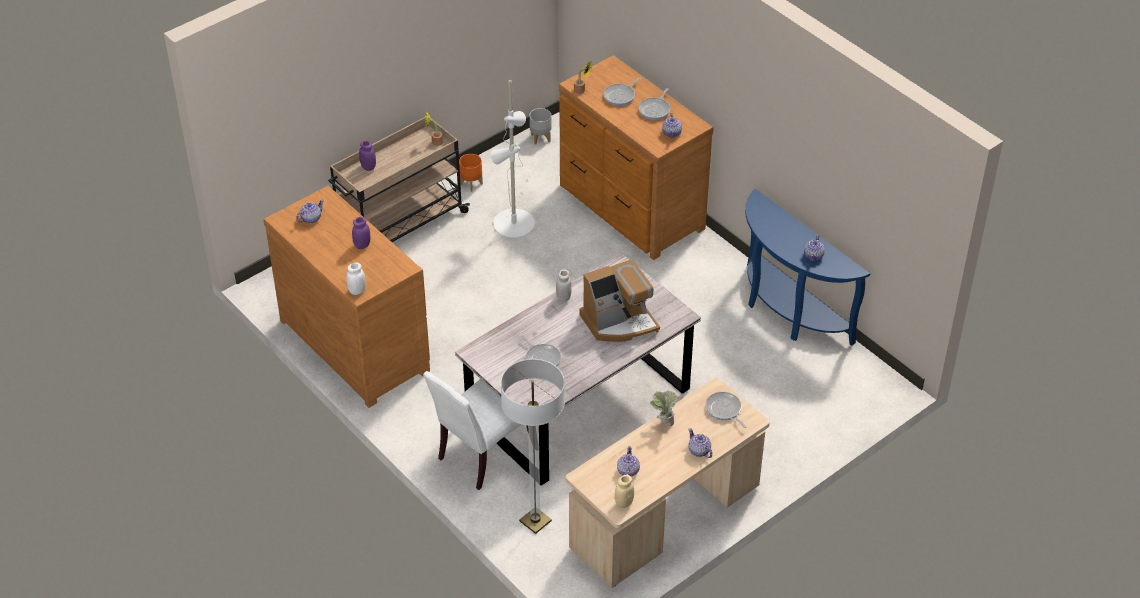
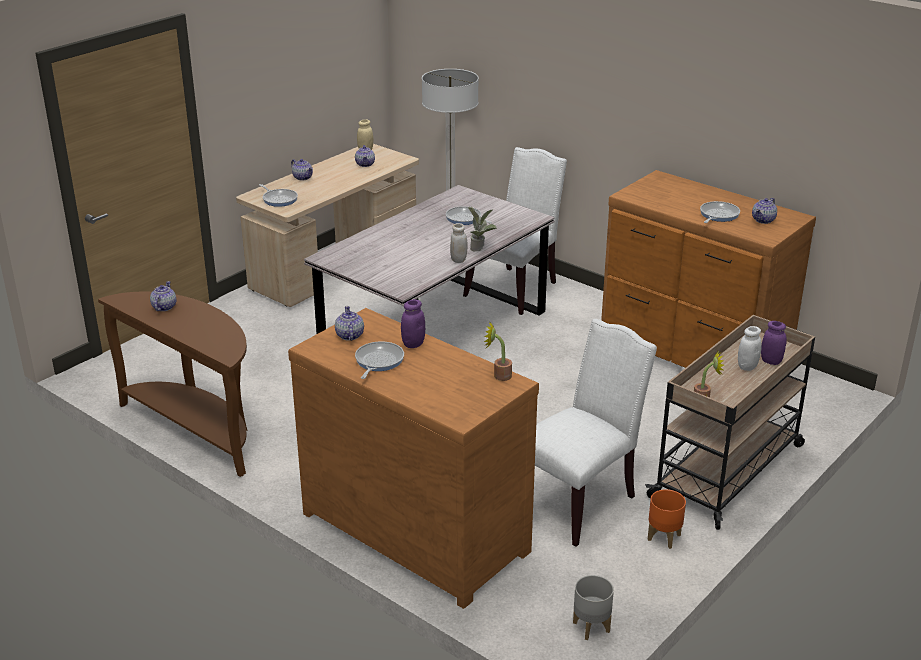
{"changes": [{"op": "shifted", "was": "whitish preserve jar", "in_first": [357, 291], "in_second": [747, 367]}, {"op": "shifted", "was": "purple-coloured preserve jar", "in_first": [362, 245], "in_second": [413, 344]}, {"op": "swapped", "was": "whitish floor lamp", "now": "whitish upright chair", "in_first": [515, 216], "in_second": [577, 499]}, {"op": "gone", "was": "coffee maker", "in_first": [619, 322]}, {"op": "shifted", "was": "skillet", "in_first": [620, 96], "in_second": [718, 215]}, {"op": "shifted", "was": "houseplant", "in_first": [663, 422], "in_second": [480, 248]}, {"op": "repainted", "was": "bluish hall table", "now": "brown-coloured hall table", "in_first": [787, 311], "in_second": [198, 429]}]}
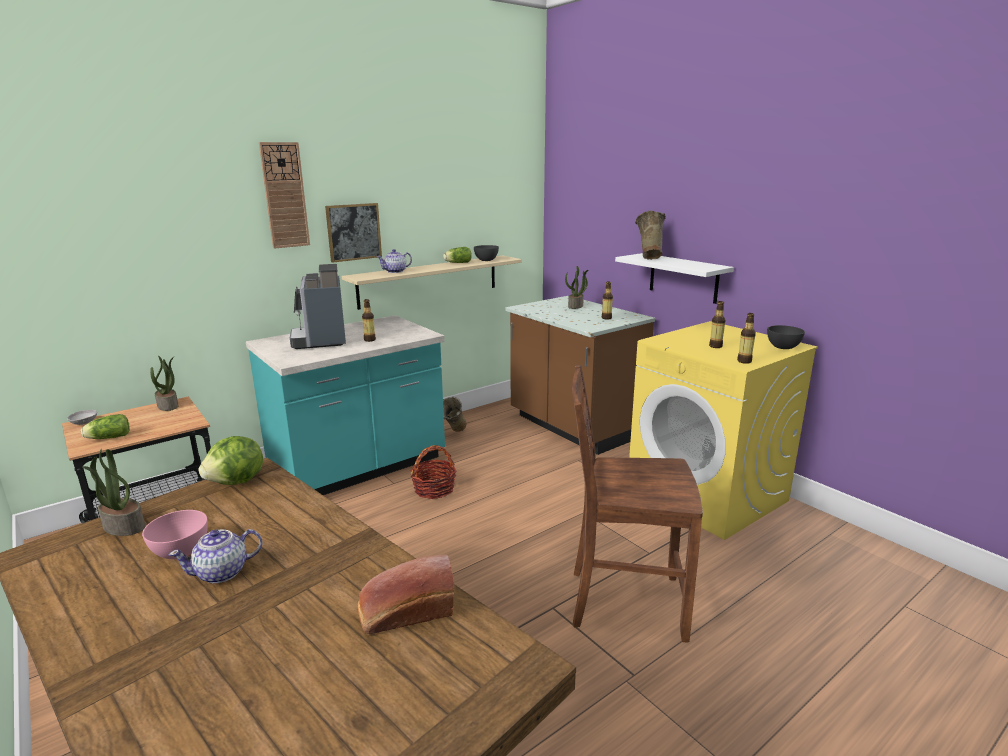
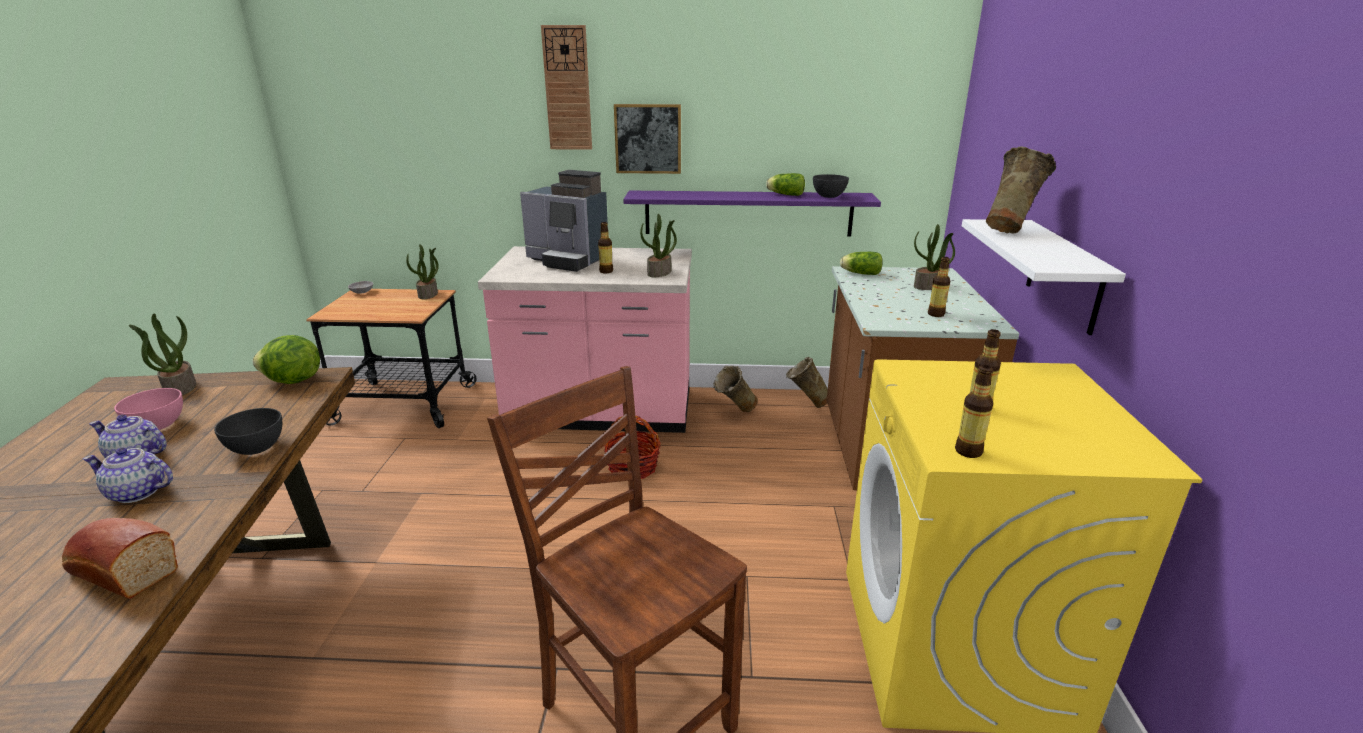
{"changes": [{"op": "shifted", "was": "head of lettuce", "in_first": [107, 438], "in_second": [859, 273]}, {"op": "repainted", "was": "turquoise-coloured kitchen base unit", "now": "pink-coloured kitchen base unit", "in_first": [359, 467], "in_second": [601, 413]}, {"op": "rotated", "was": "coffee maker", "in_first": [322, 340], "in_second": [568, 260], "clockwise": -90}, {"op": "repainted", "was": "sand-coloured wall shelf", "now": "purple-coloured wall shelf", "in_first": [429, 281], "in_second": [748, 213]}, {"op": "shifted", "was": "pot for tea", "in_first": [395, 271], "in_second": [138, 493]}, {"op": "shifted", "was": "grey deep dish", "in_first": [782, 347], "in_second": [256, 448]}, {"op": "new", "now": "houseplant", "in_second": [659, 273]}, {"op": "new", "now": "sand-coloured vase", "in_second": [806, 405]}]}
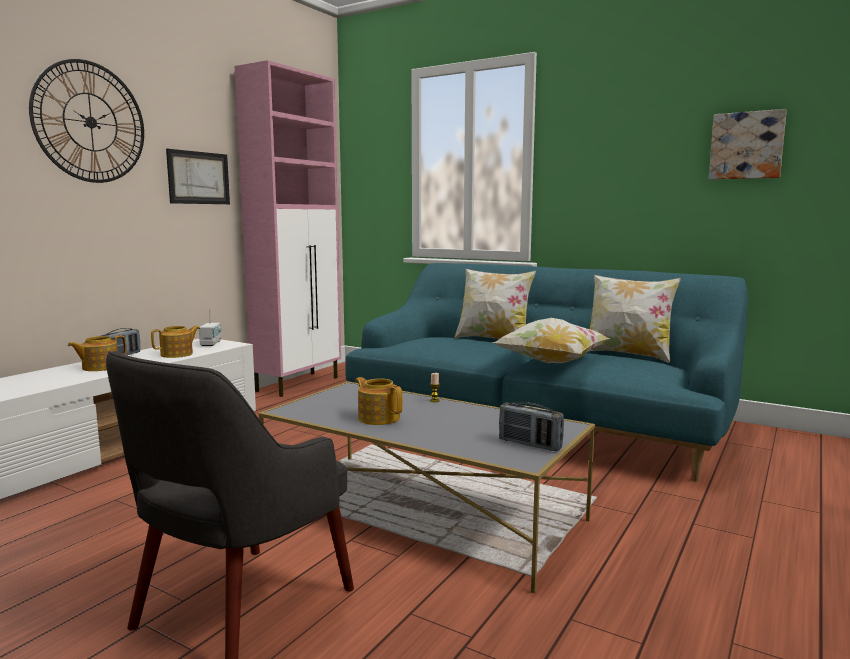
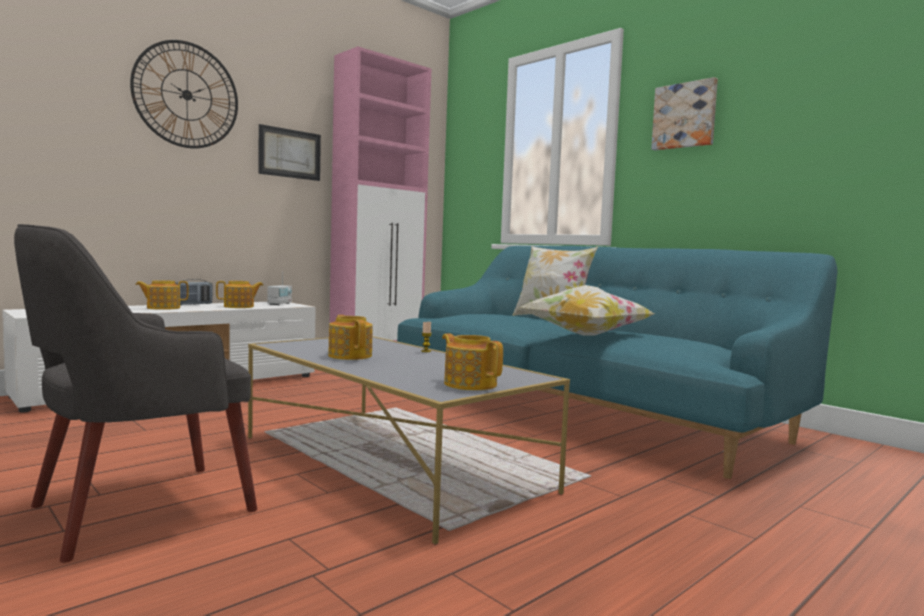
{"changes": [{"op": "swapped", "was": "radio receiver", "now": "pot for tea", "in_first": [529, 444], "in_second": [470, 384]}, {"op": "gone", "was": "cushion", "in_first": [628, 354]}, {"op": "shifted", "was": "wall art", "in_first": [746, 146], "in_second": [685, 116]}]}
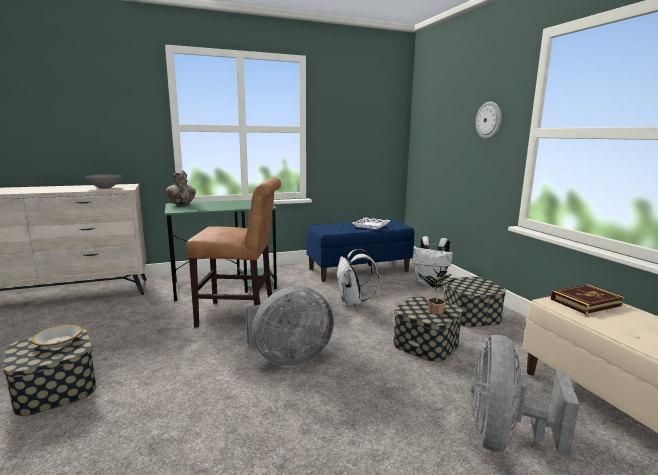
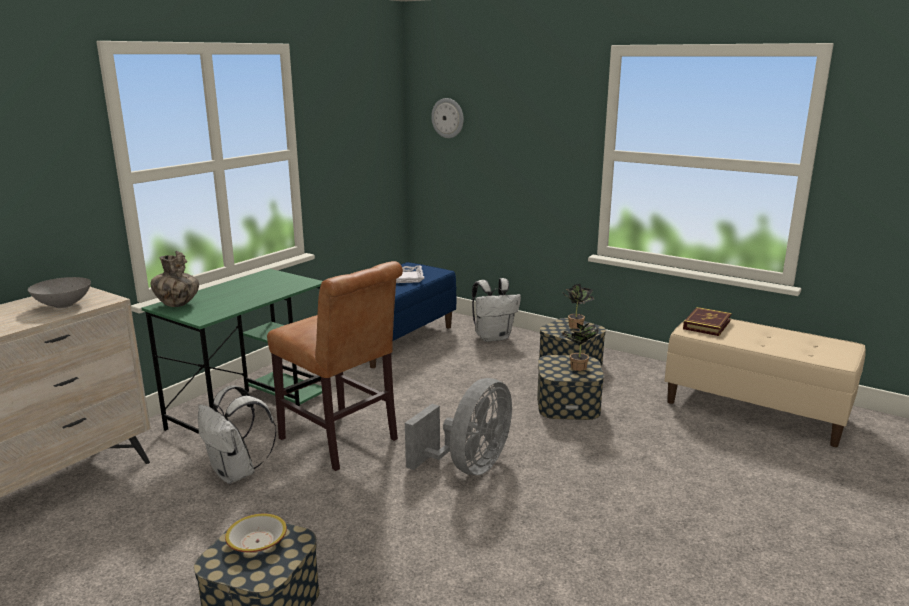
{"changes": [{"op": "rotated", "was": "brown-coloured upright chair", "in_first": [241, 315], "in_second": [342, 441], "clockwise": 75}, {"op": "shifted", "was": "whitish backpack", "in_first": [353, 303], "in_second": [237, 473]}, {"op": "gone", "was": "grey cooling fan", "in_first": [504, 438]}, {"op": "shifted", "was": "wall clock", "in_first": [489, 120], "in_second": [448, 118]}, {"op": "new", "now": "houseplant", "in_second": [576, 325]}]}
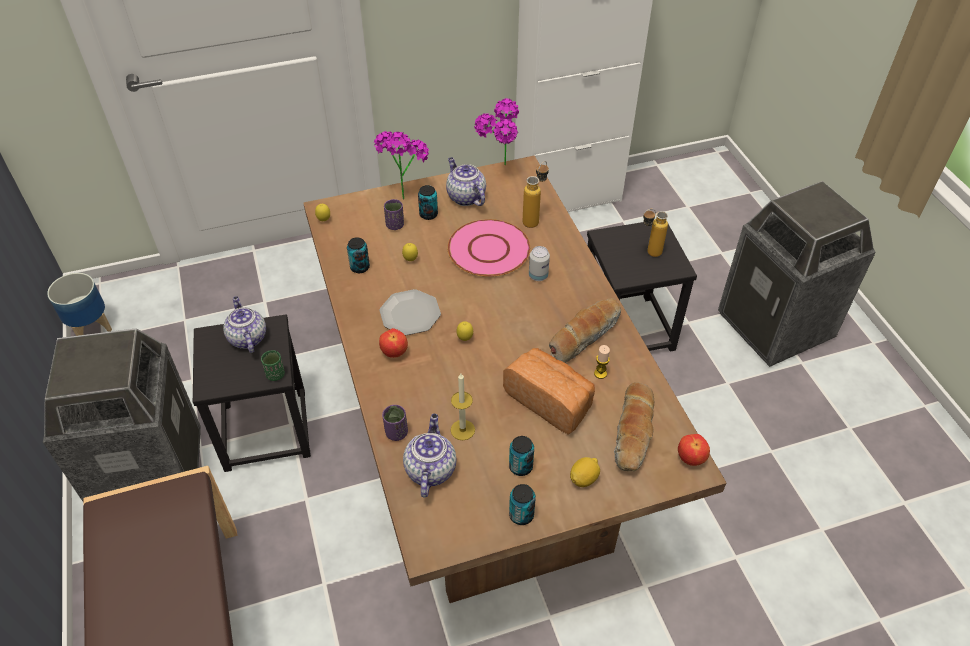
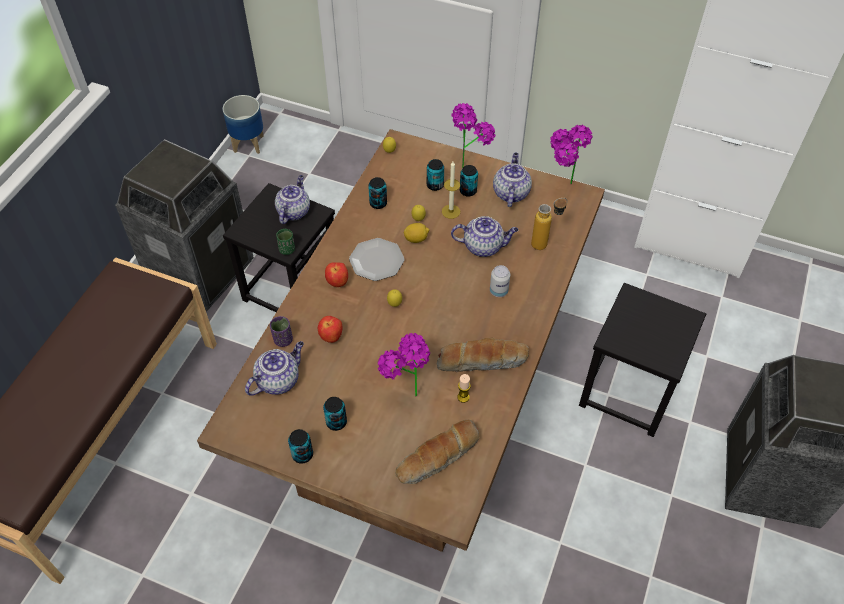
{"changes": [{"op": "swapped", "was": "purple-coloured small cup", "now": "can", "in_first": [395, 225], "in_second": [435, 185]}, {"op": "swapped", "was": "pink-coloured flat dish", "now": "pot for tea", "in_first": [488, 249], "in_second": [484, 246]}, {"op": "shifted", "was": "wax candle", "in_first": [462, 430], "in_second": [451, 211]}, {"op": "swapped", "was": "baked bread", "now": "houseplant", "in_first": [550, 400], "in_second": [406, 391]}, {"op": "shifted", "was": "lemon", "in_first": [584, 478], "in_second": [416, 239]}, {"op": "gone", "was": "bottle", "in_first": [648, 253]}, {"op": "shifted", "was": "apple", "in_first": [690, 459], "in_second": [331, 337]}]}
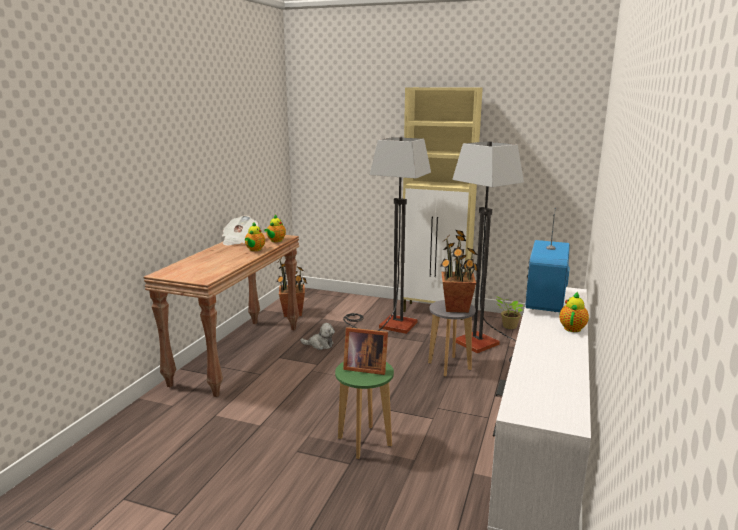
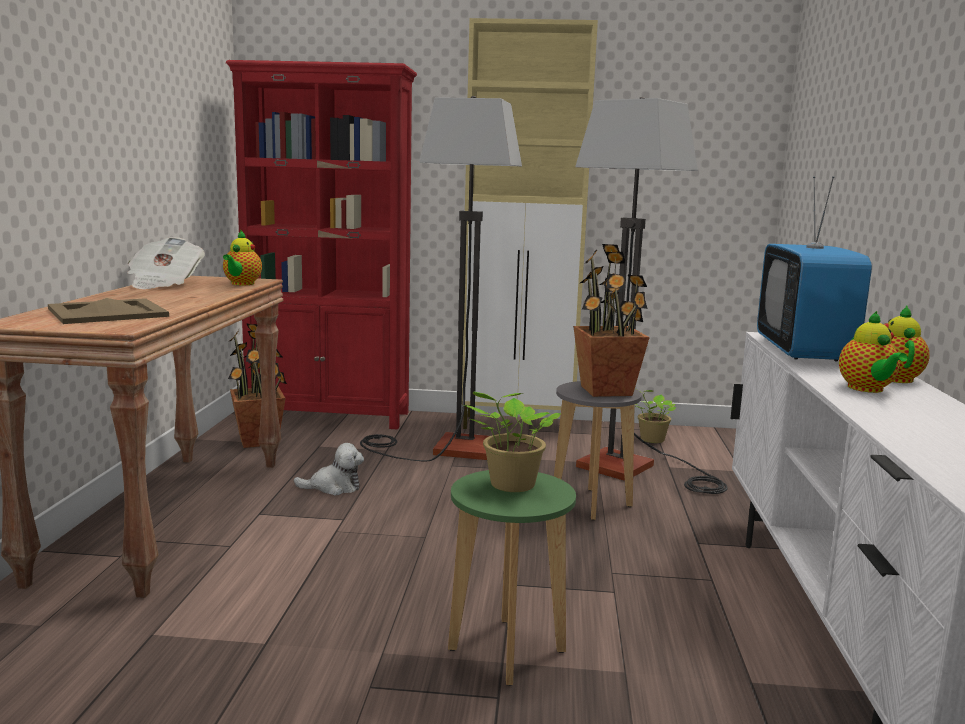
{"changes": [{"op": "shifted", "was": "pot for tea", "in_first": [255, 250], "in_second": [867, 389]}, {"op": "swapped", "was": "picture frame", "now": "houseplant", "in_first": [364, 367], "in_second": [510, 485]}, {"op": "new", "now": "sand-coloured serving tray", "in_second": [106, 312]}, {"op": "new", "now": "red bookshelf", "in_second": [330, 416]}]}
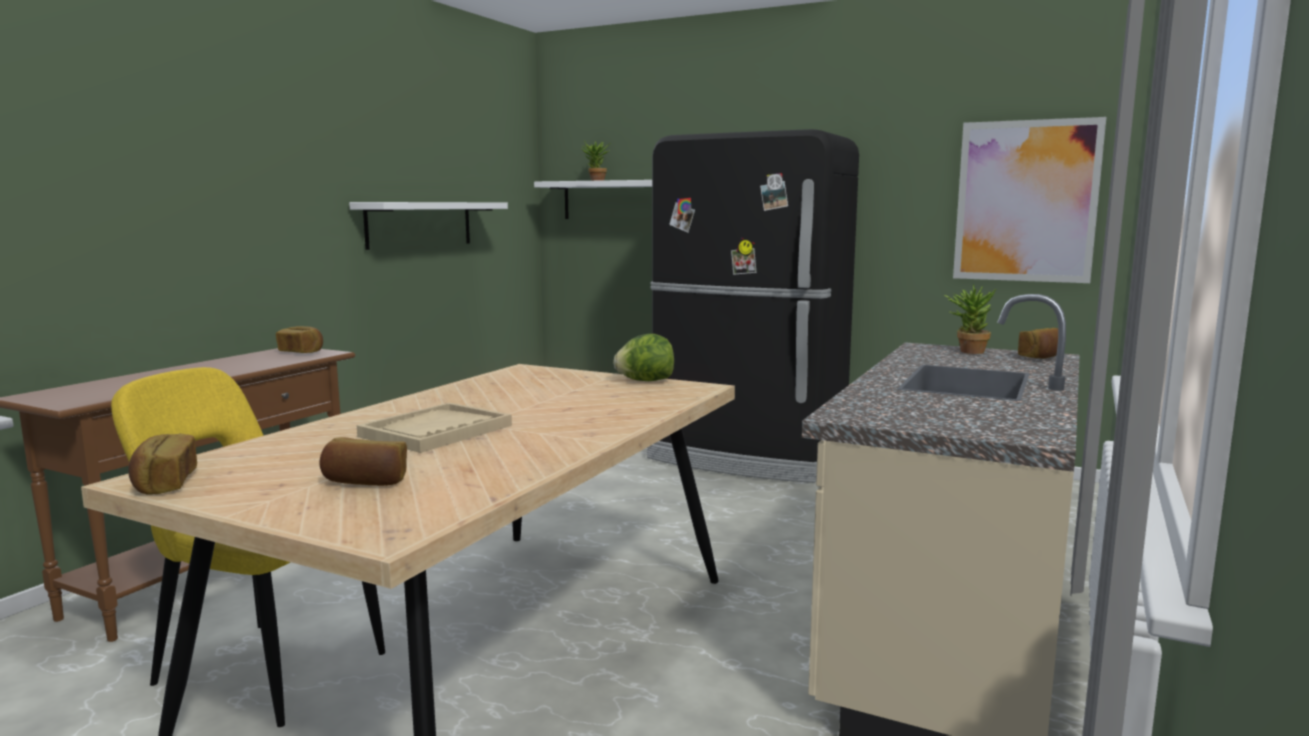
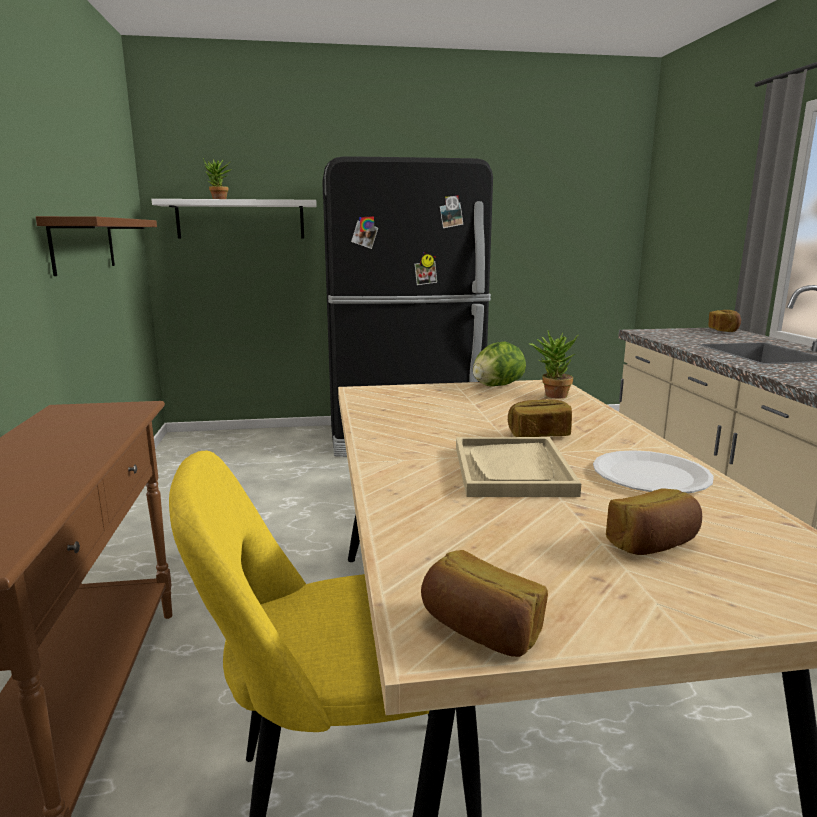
{"changes": [{"op": "shifted", "was": "baked bread", "in_first": [301, 352], "in_second": [539, 434]}, {"op": "repainted", "was": "whitish wall shelf", "now": "brown-coloured wall shelf", "in_first": [420, 224], "in_second": [83, 244]}, {"op": "shifted", "was": "houseplant", "in_first": [967, 351], "in_second": [551, 395]}, {"op": "gone", "was": "wall art", "in_first": [1026, 201]}, {"op": "new", "now": "whitish flat dish", "in_second": [651, 475]}]}
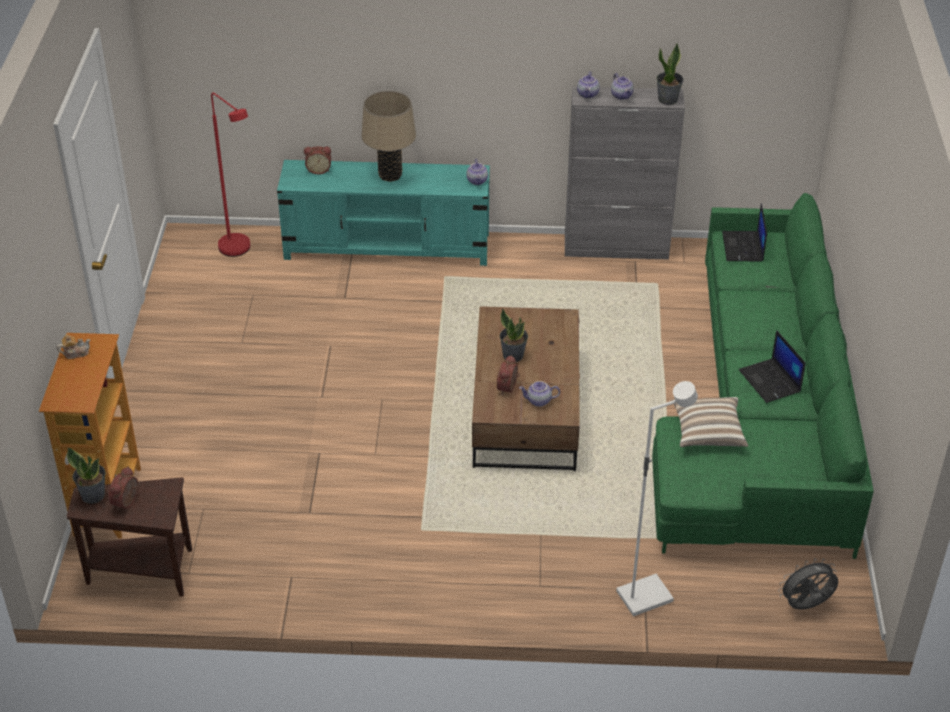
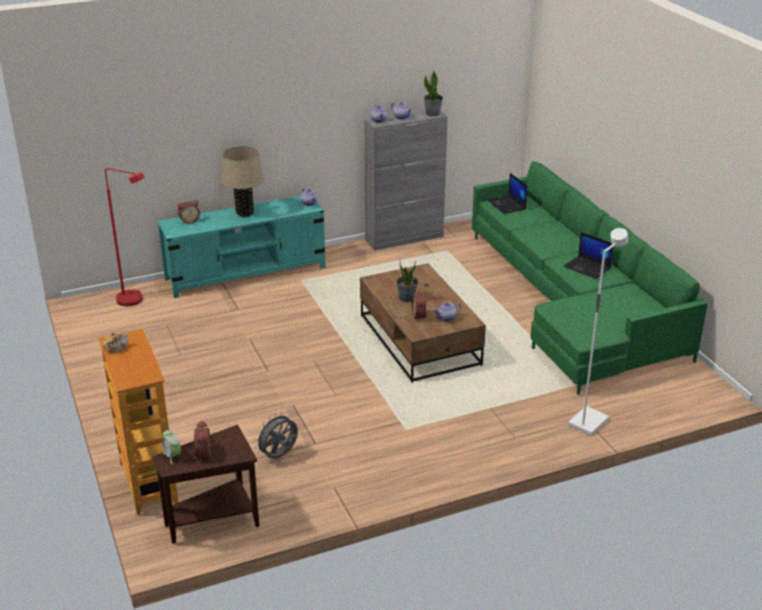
{"changes": [{"op": "swapped", "was": "houseplant", "now": "bedside clock", "in_first": [93, 495], "in_second": [172, 456]}, {"op": "gone", "was": "cushion", "in_first": [708, 432]}, {"op": "shifted", "was": "grey cooling fan", "in_first": [806, 606], "in_second": [279, 456]}]}
